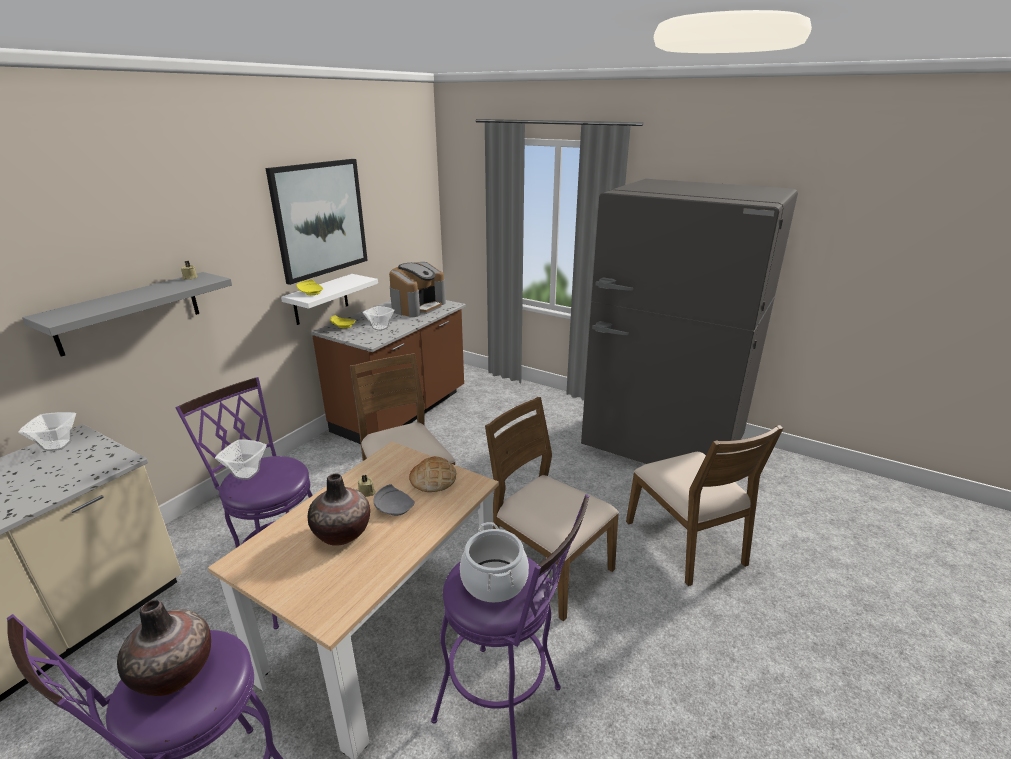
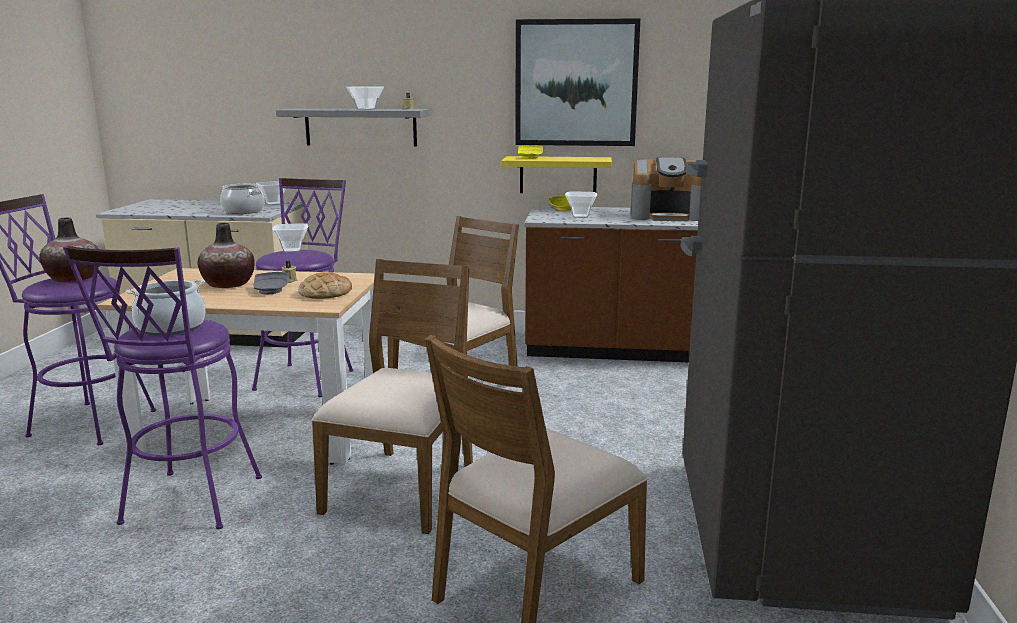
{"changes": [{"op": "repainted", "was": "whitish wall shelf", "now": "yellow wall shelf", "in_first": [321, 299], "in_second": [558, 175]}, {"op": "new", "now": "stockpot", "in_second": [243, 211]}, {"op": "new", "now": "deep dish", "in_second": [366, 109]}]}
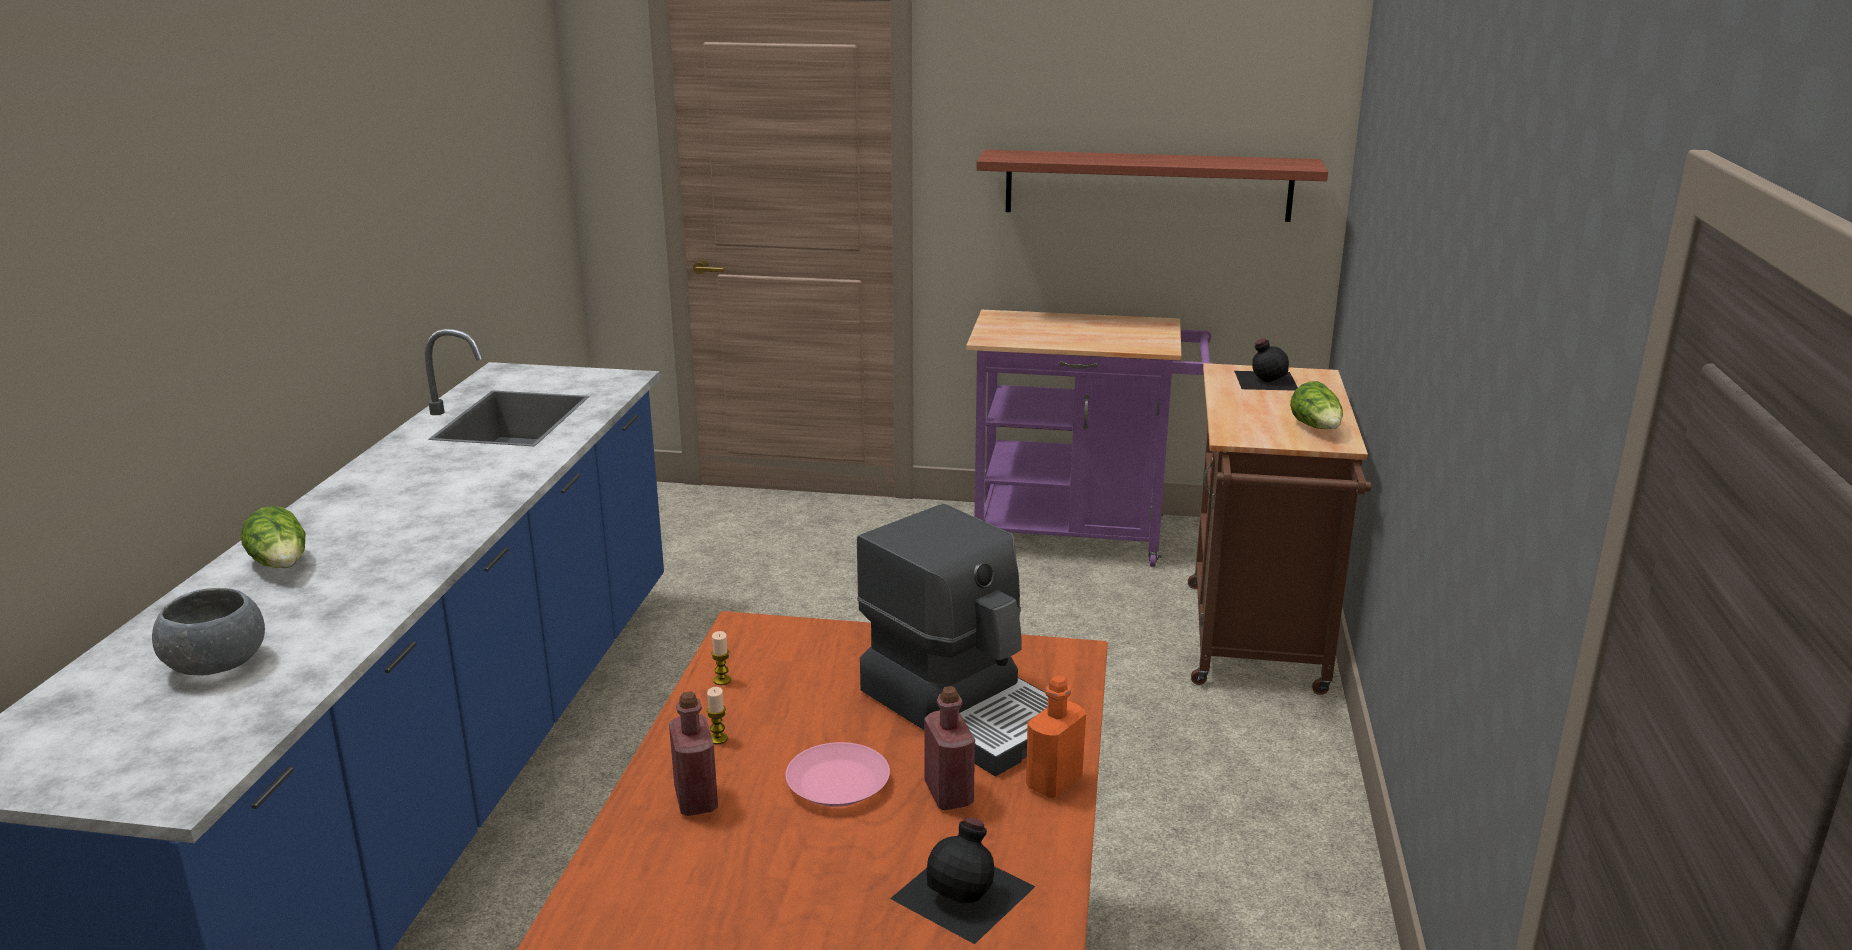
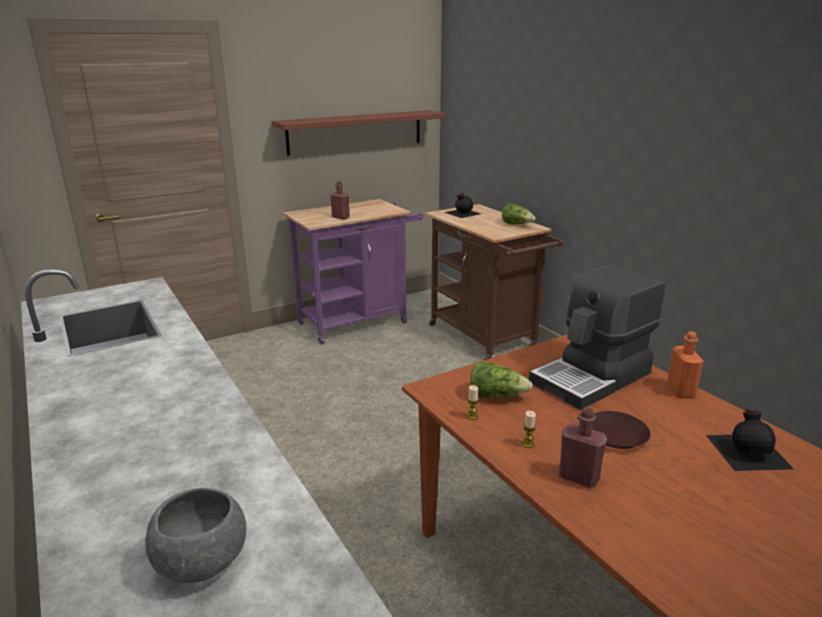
{"changes": [{"op": "shifted", "was": "head of lettuce", "in_first": [282, 565], "in_second": [496, 395]}, {"op": "repainted", "was": "pink-coloured flat dish", "now": "brown-coloured flat dish", "in_first": [836, 784], "in_second": [615, 435]}, {"op": "rotated", "was": "coffee maker", "in_first": [966, 708], "in_second": [592, 378], "clockwise": 135}, {"op": "shifted", "was": "red bottle", "in_first": [948, 794], "in_second": [340, 217]}]}
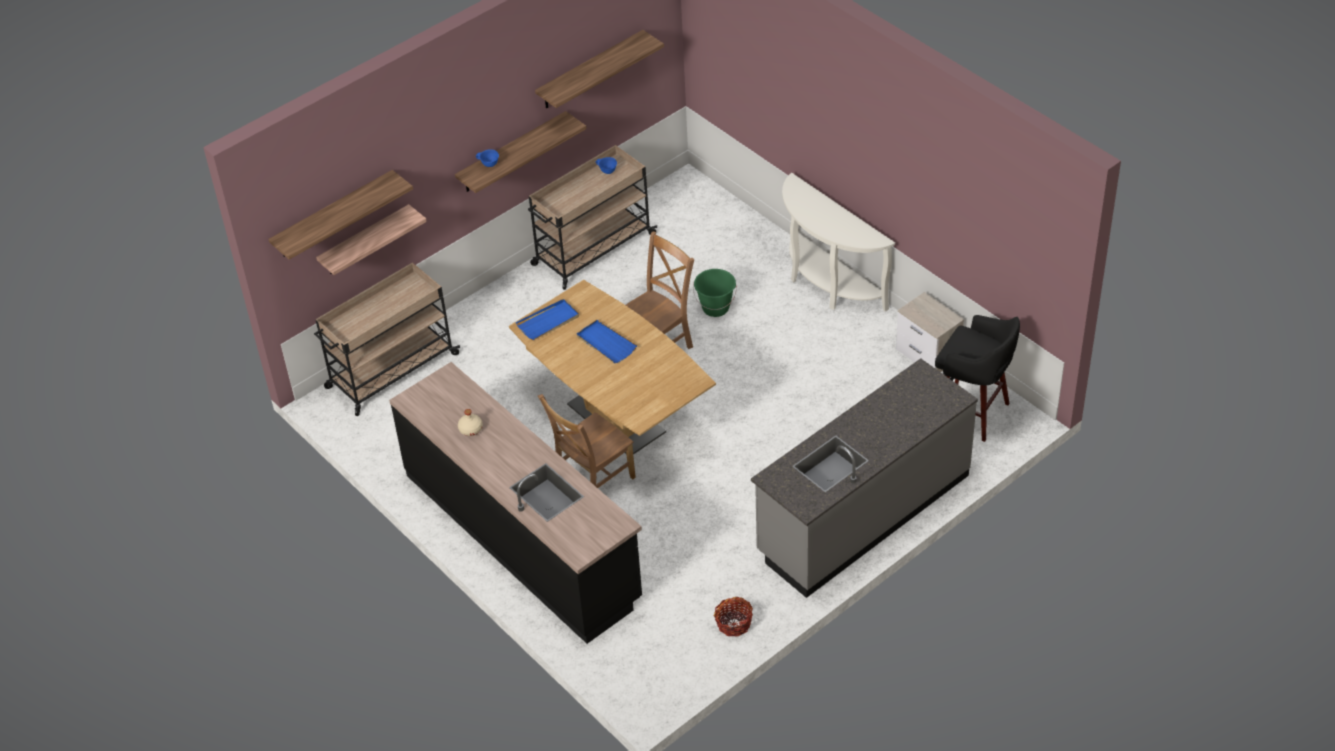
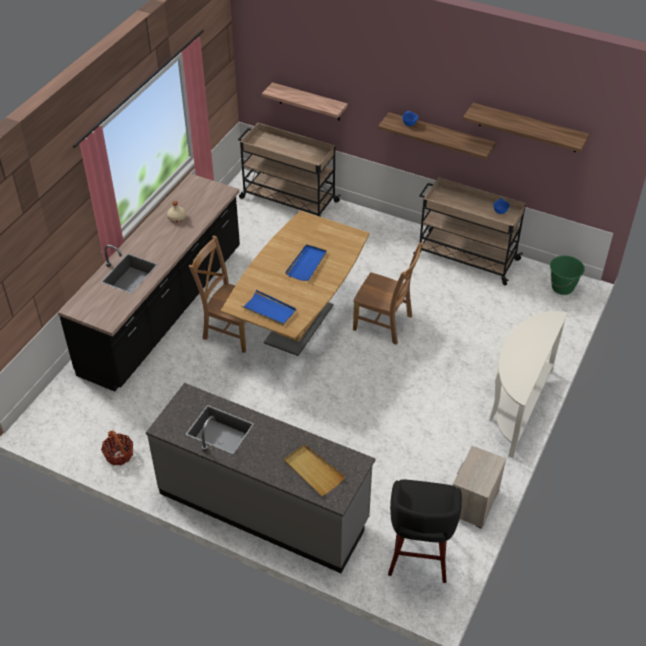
{"changes": [{"op": "gone", "was": "wall shelf", "in_first": [333, 215]}, {"op": "shifted", "was": "bluish serving tray", "in_first": [548, 321], "in_second": [269, 310]}, {"op": "shifted", "was": "green-coloured pail", "in_first": [715, 308], "in_second": [562, 287]}, {"op": "new", "now": "sand-coloured serving tray", "in_second": [313, 471]}]}
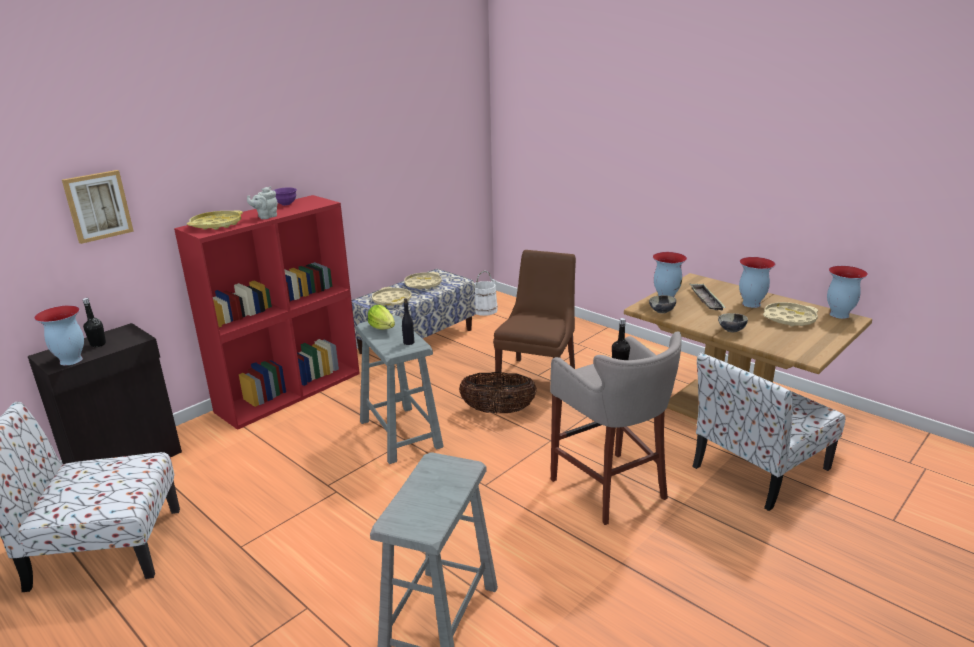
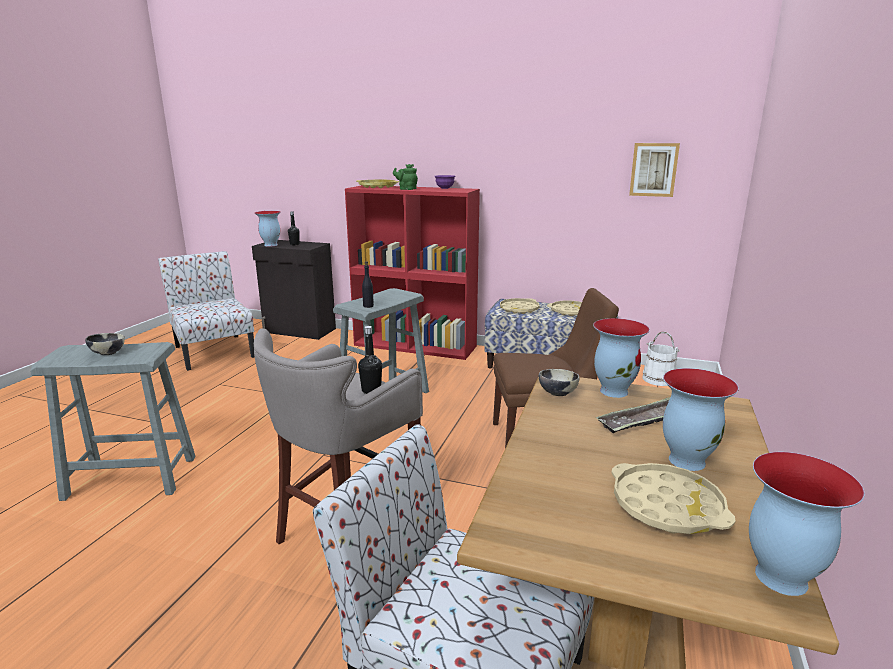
{"changes": [{"op": "shifted", "was": "wall art", "in_first": [98, 206], "in_second": [653, 169]}, {"op": "repainted", "was": "grey pot for tea", "now": "green-coloured pot for tea", "in_first": [266, 217], "in_second": [406, 189]}, {"op": "gone", "was": "head of lettuce", "in_first": [382, 328]}, {"op": "gone", "was": "storage basket", "in_first": [498, 411]}, {"op": "shifted", "was": "deep dish", "in_first": [731, 330], "in_second": [108, 353]}]}
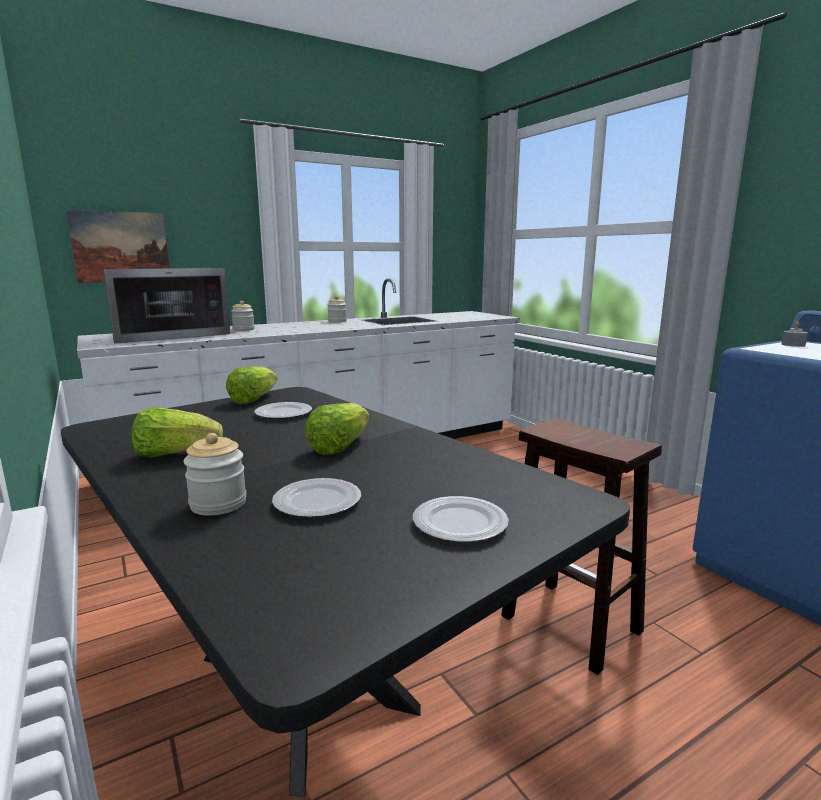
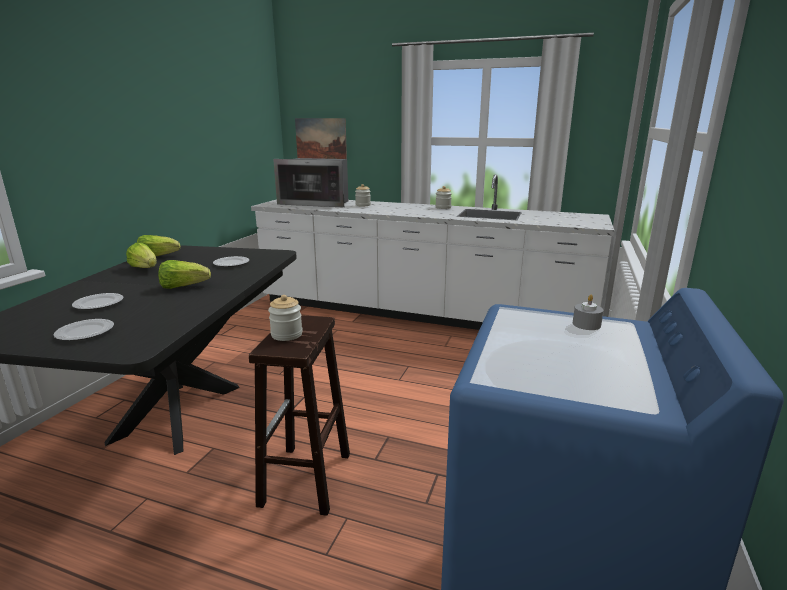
{"changes": [{"op": "shifted", "was": "preserve jar", "in_first": [218, 504], "in_second": [286, 334]}, {"op": "shifted", "was": "head of lettuce", "in_first": [253, 399], "in_second": [157, 257]}]}
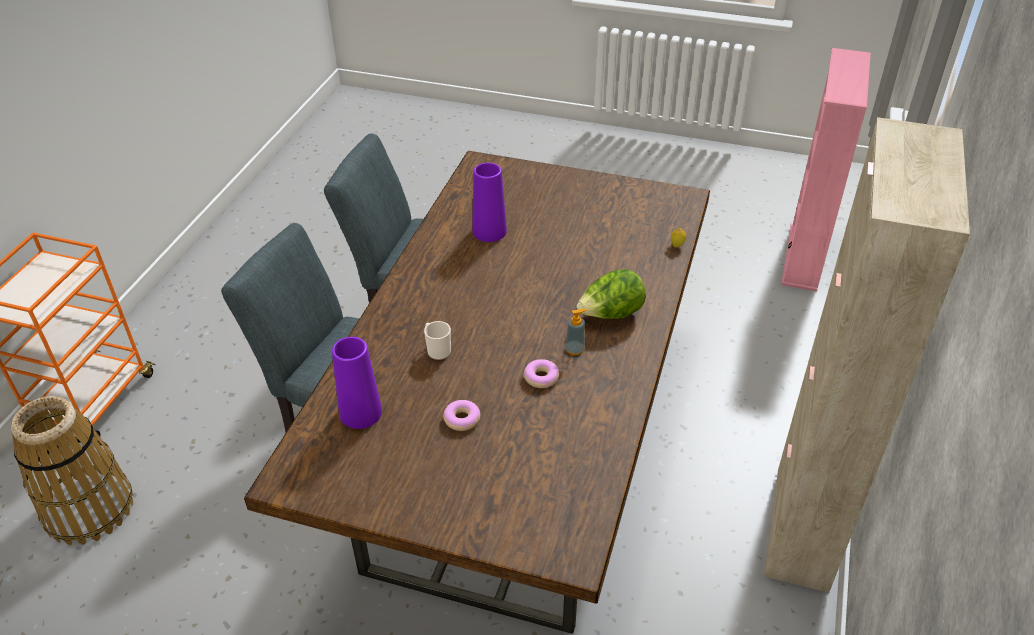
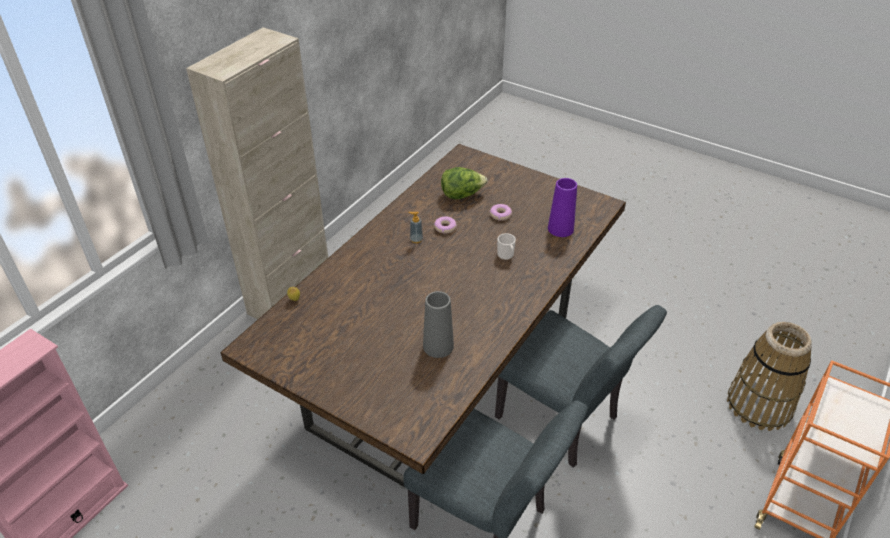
{"changes": [{"op": "repainted", "was": "purple-coloured vase", "now": "grey vase", "in_first": [489, 231], "in_second": [438, 346]}, {"op": "shifted", "was": "head of lettuce", "in_first": [610, 315], "in_second": [462, 195]}]}
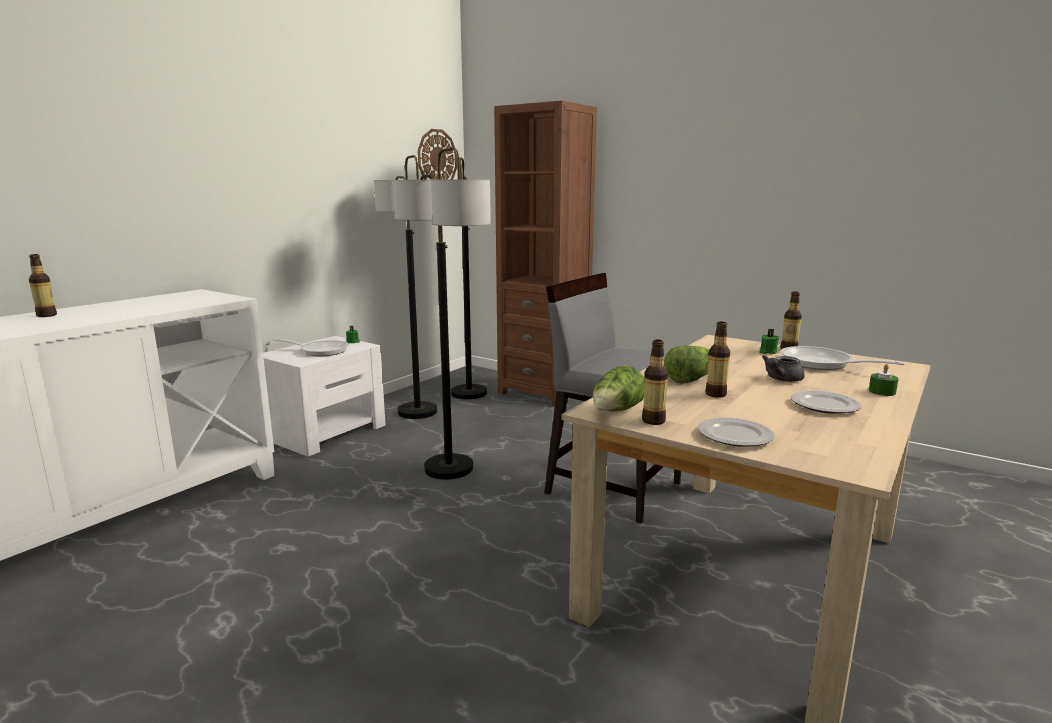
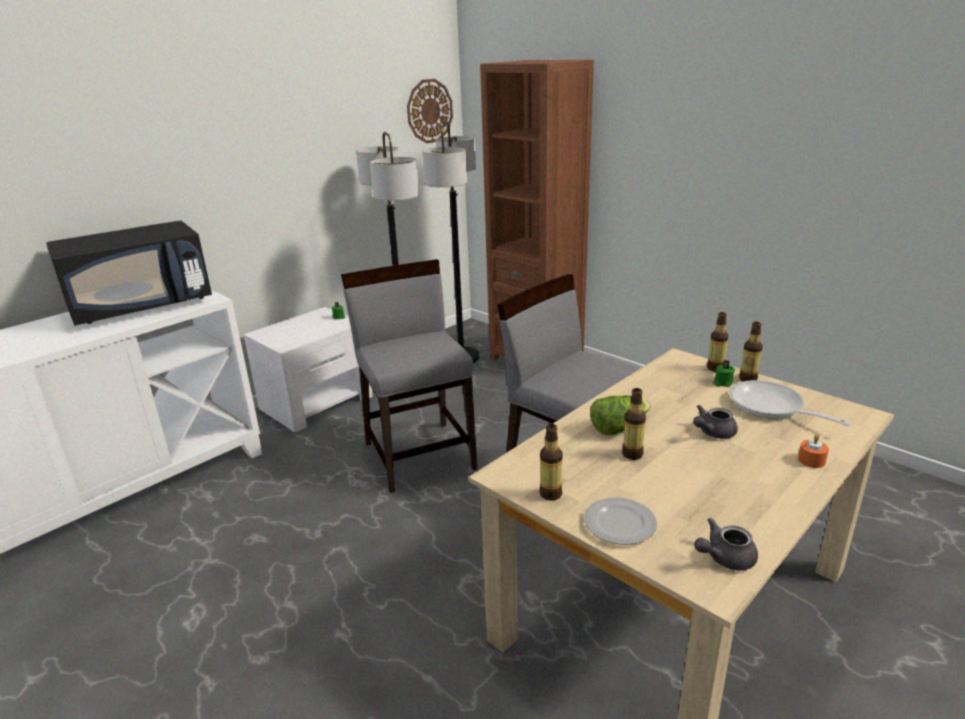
{"changes": [{"op": "shifted", "was": "bottle", "in_first": [47, 315], "in_second": [715, 368]}, {"op": "gone", "was": "skillet", "in_first": [321, 351]}, {"op": "swapped", "was": "floor lamp", "now": "grey upright chair", "in_first": [449, 468], "in_second": [420, 454]}, {"op": "gone", "was": "head of lettuce", "in_first": [617, 411]}, {"op": "gone", "was": "flat dish", "in_first": [825, 405]}, {"op": "repainted", "was": "green-coloured wax candle", "now": "orange wax candle", "in_first": [882, 392], "in_second": [811, 460]}, {"op": "new", "now": "blackish kitchen microwave", "in_second": [142, 306]}, {"op": "new", "now": "grey pot for tea", "in_second": [724, 558]}]}
